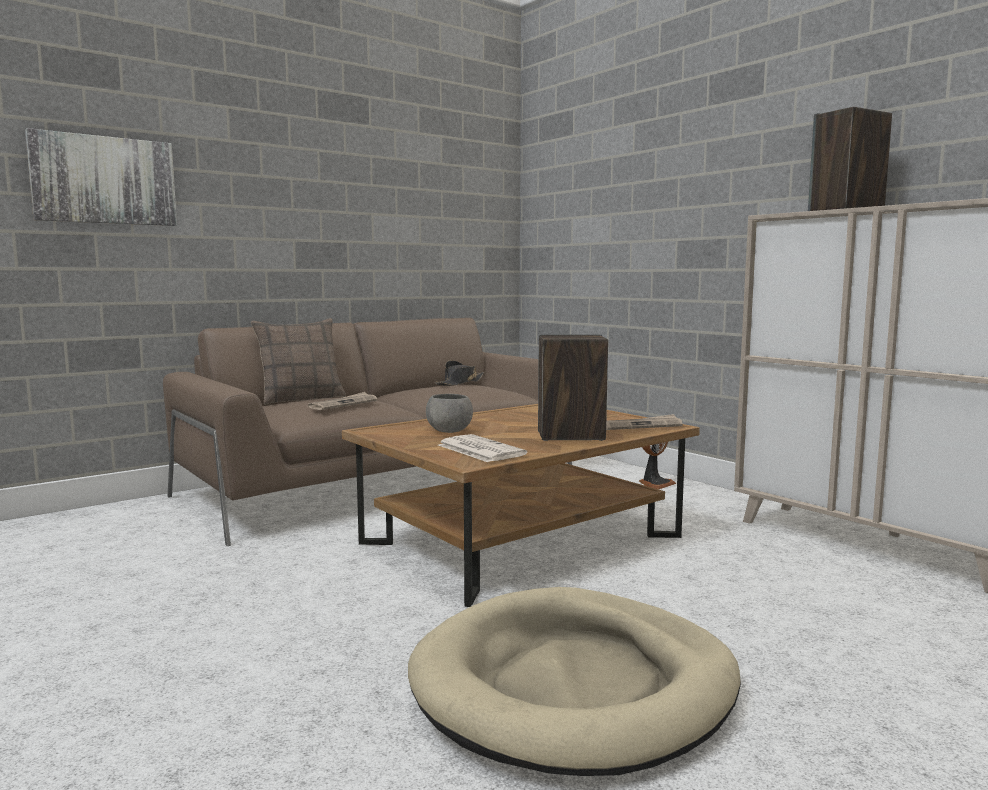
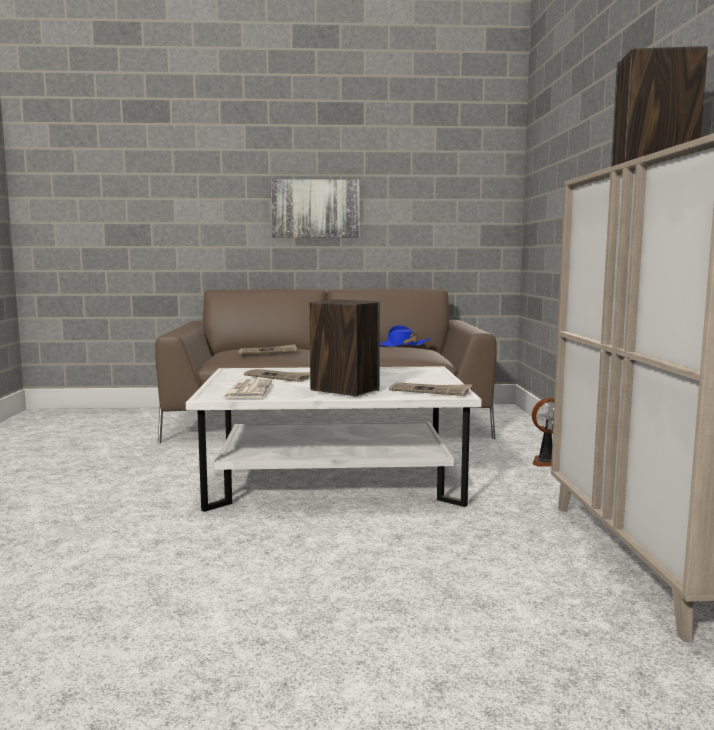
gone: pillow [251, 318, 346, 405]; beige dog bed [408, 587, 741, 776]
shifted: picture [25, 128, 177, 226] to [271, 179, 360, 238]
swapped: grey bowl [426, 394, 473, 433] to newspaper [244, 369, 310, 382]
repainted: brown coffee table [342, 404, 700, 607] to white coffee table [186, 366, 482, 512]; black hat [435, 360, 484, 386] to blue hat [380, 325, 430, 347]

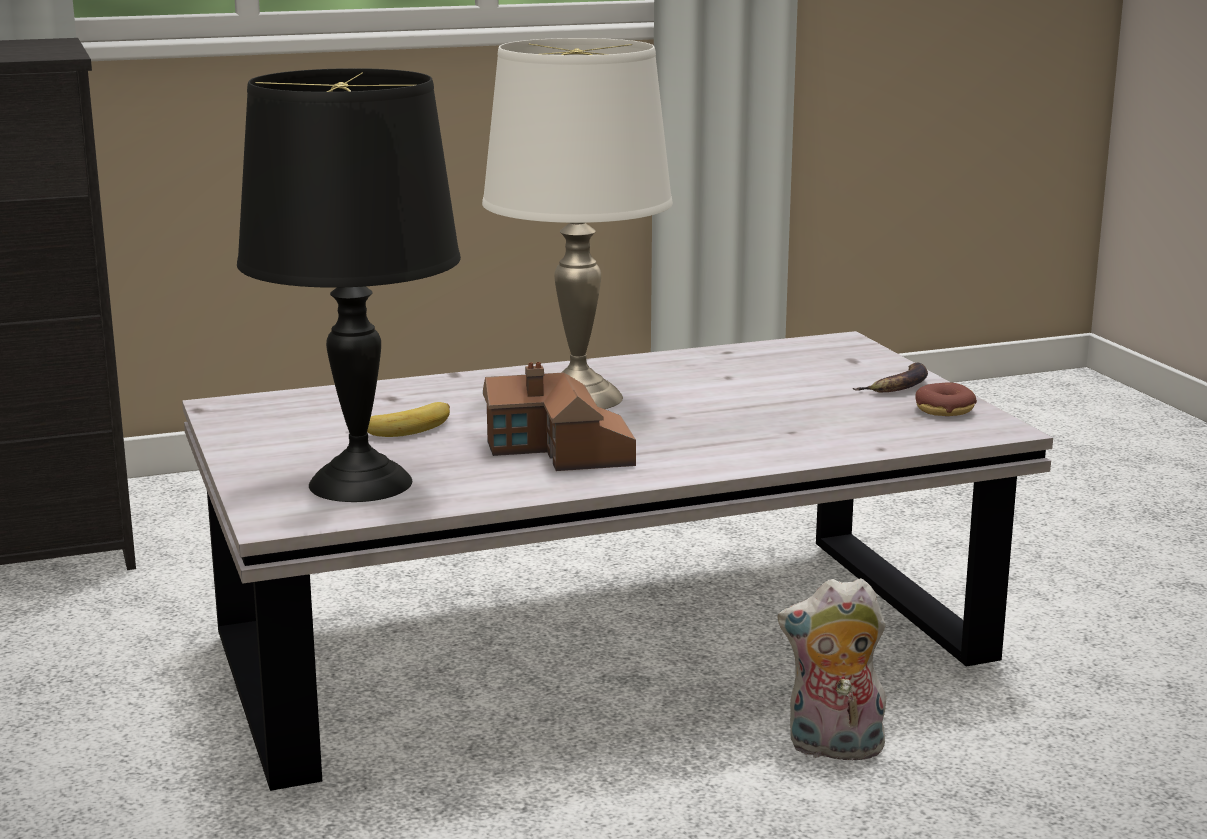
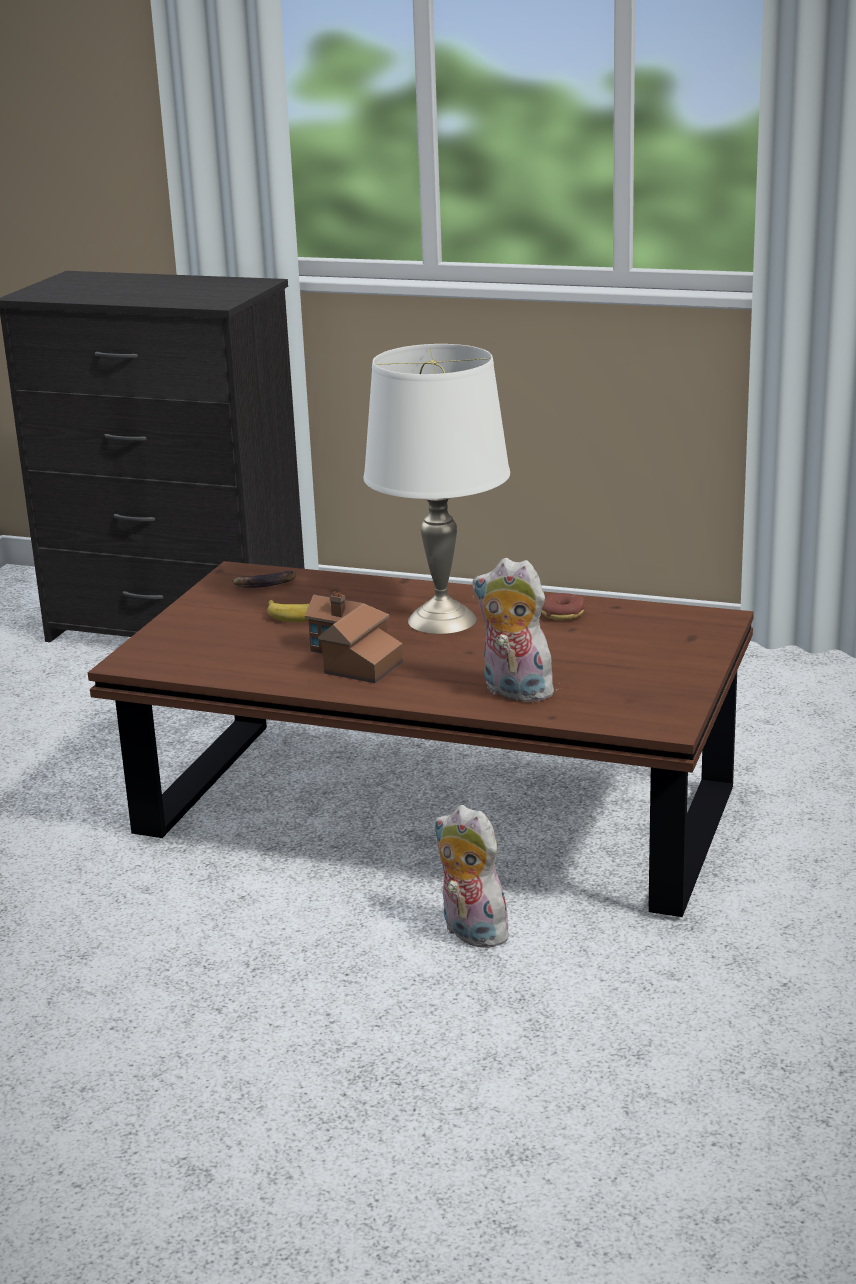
gone: black table lamp [237, 68, 461, 502]
new: plush toy [473, 558, 557, 702]
shifted: banana [853, 363, 928, 392] to [231, 571, 296, 588]; donut [915, 382, 977, 416] to [541, 593, 586, 620]
repainted: white coffee table [182, 331, 1053, 791] to brown coffee table [88, 561, 754, 917]

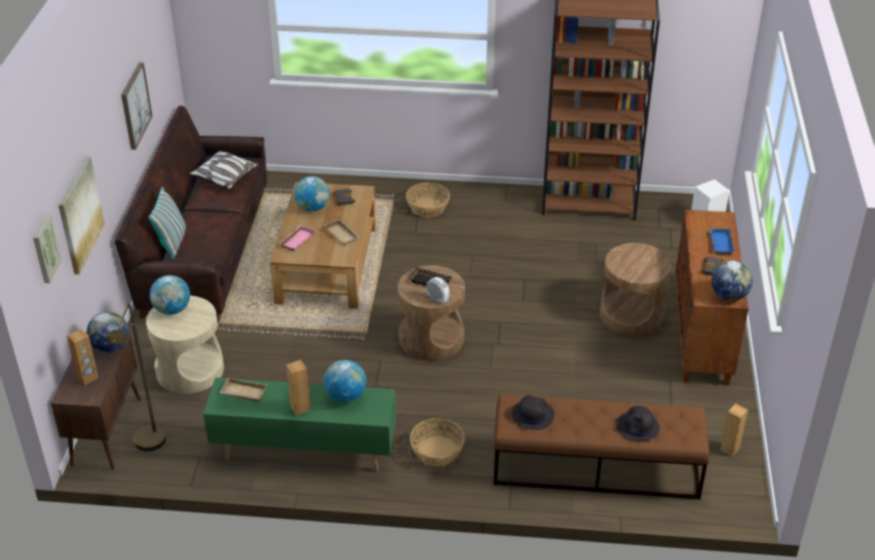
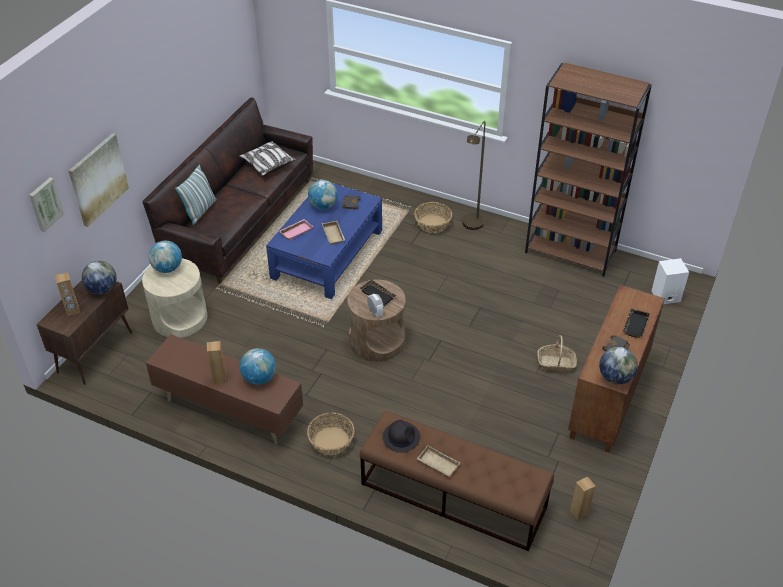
gone: picture [121, 62, 152, 150]; black hat [616, 406, 660, 441]
shifted: brown floor lamp [107, 304, 166, 451] to [462, 121, 486, 230]; beige tray [219, 377, 267, 402] to [417, 445, 460, 477]
swapped: brown side table [600, 243, 672, 336] to basket [537, 335, 577, 372]
repainted: green tv stand [203, 377, 396, 471] to brown tv stand [146, 334, 303, 444]; brown coffee table [270, 182, 376, 309] to blue coffee table [266, 183, 382, 299]; blue tray [710, 228, 735, 255] to black tray [623, 309, 650, 338]

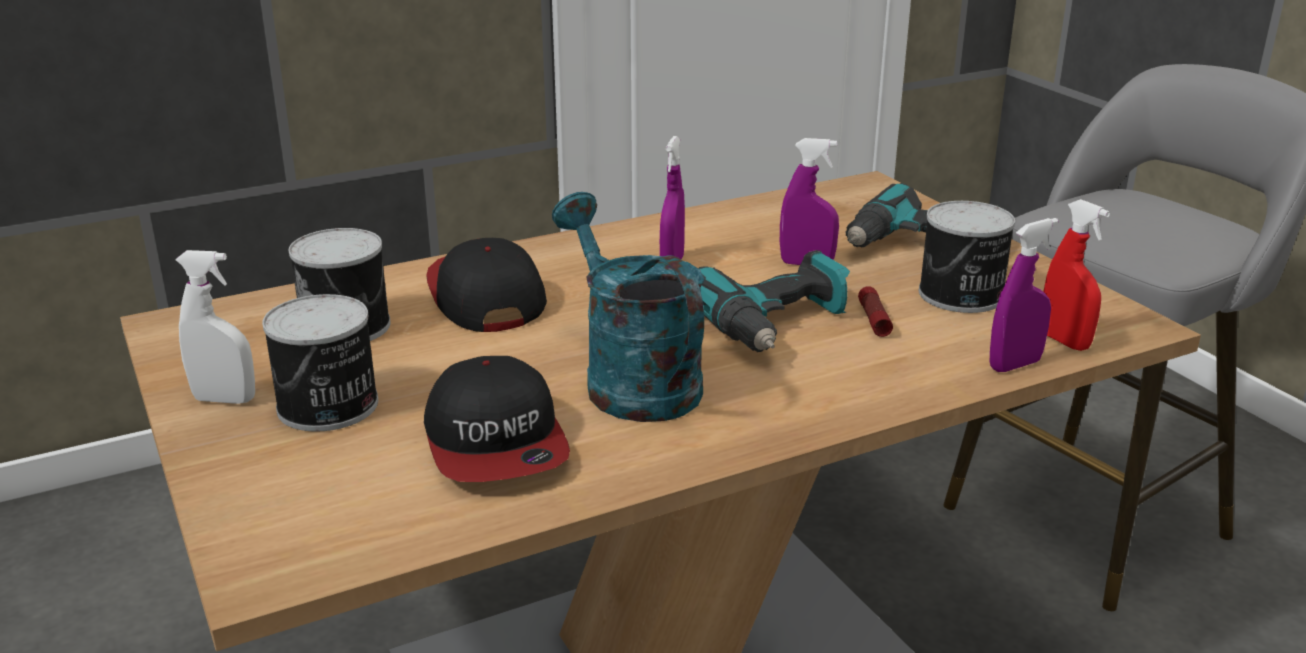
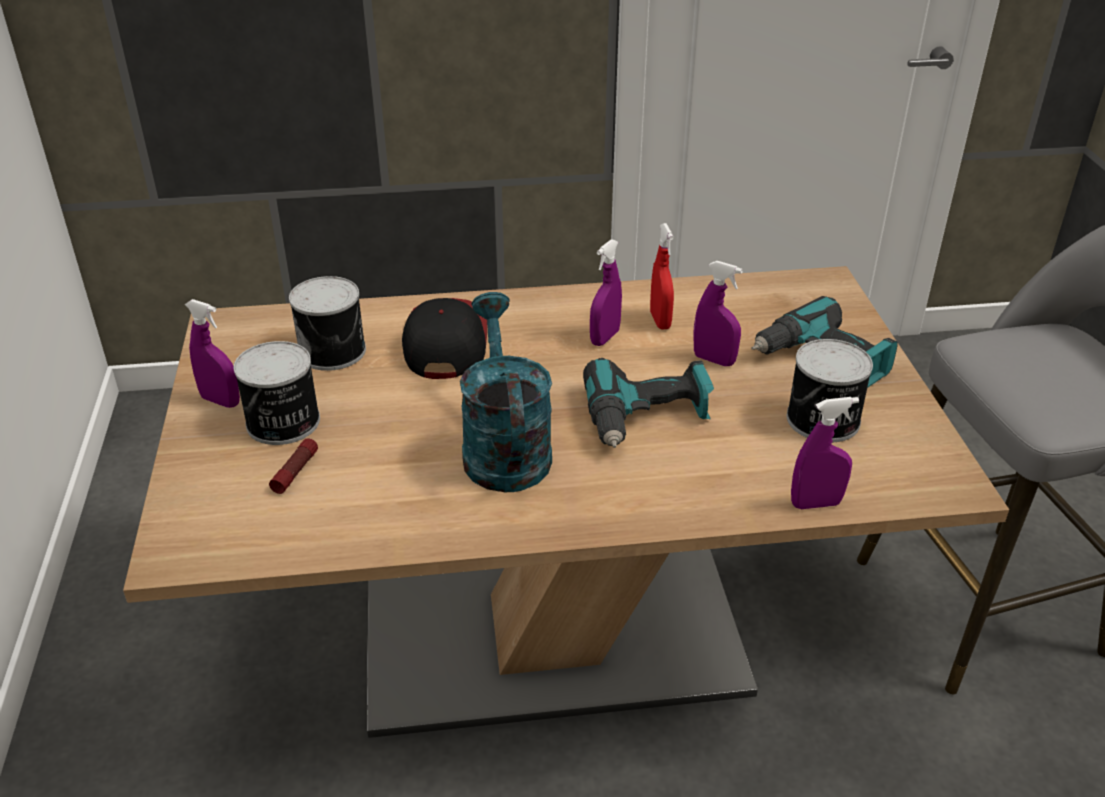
gone: cap [424, 356, 570, 482]
shifted: flashlight [858, 286, 893, 337] to [269, 439, 318, 494]; red spray bottle [1043, 199, 1110, 351] to [650, 223, 674, 330]
repainted: white spray bottle [175, 250, 255, 404] to purple spray bottle [185, 299, 240, 408]

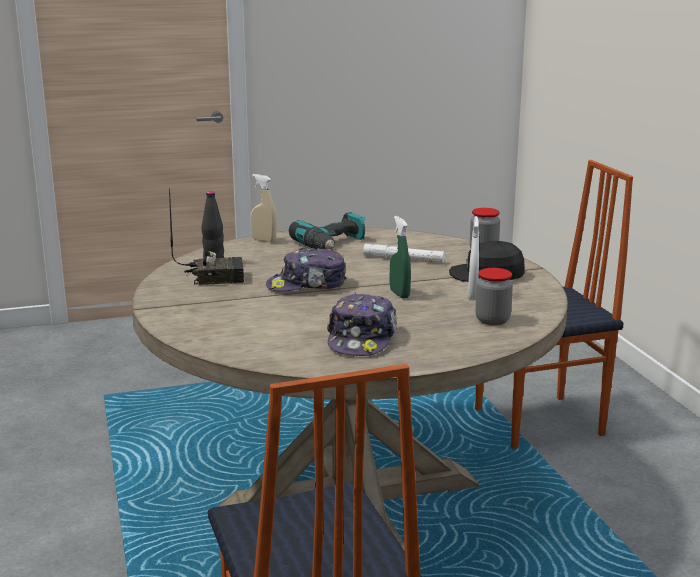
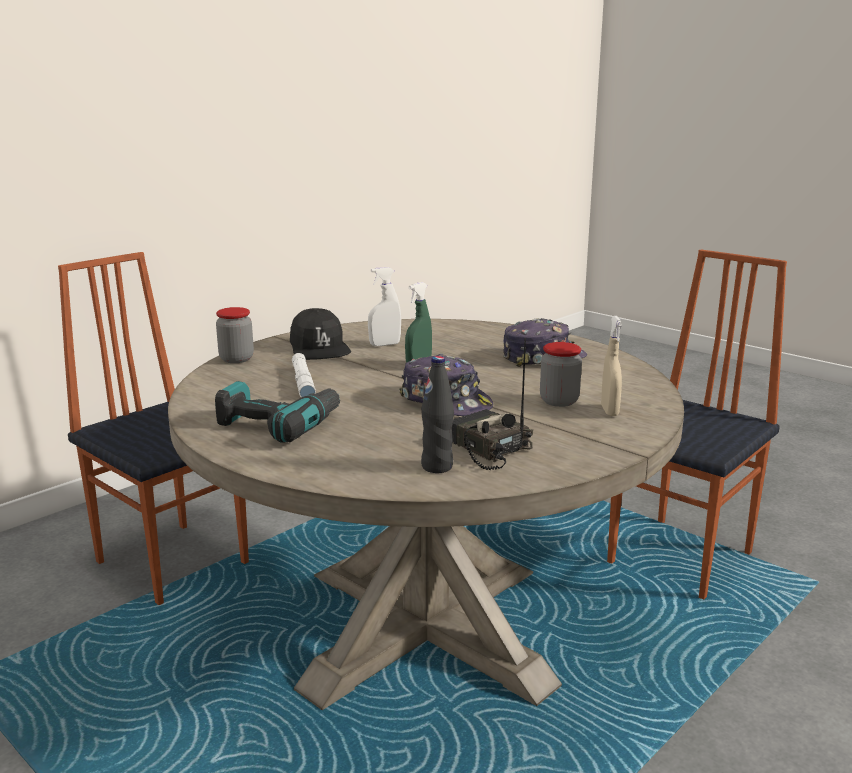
shifted: beige spray bottle [251, 174, 277, 242] to [601, 316, 622, 416]; jar [475, 268, 513, 325] to [540, 342, 582, 407]

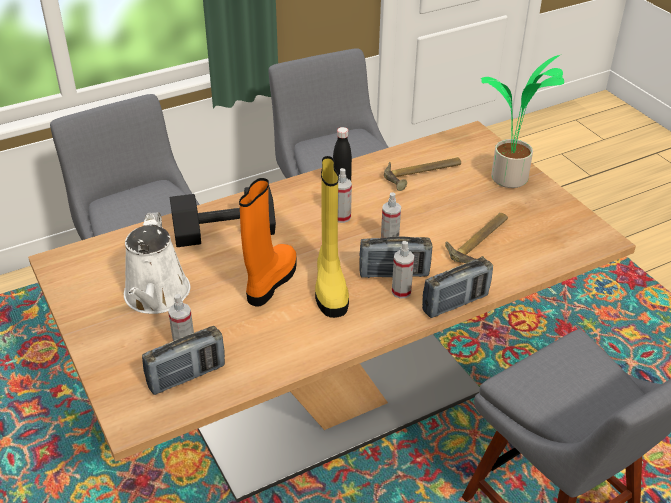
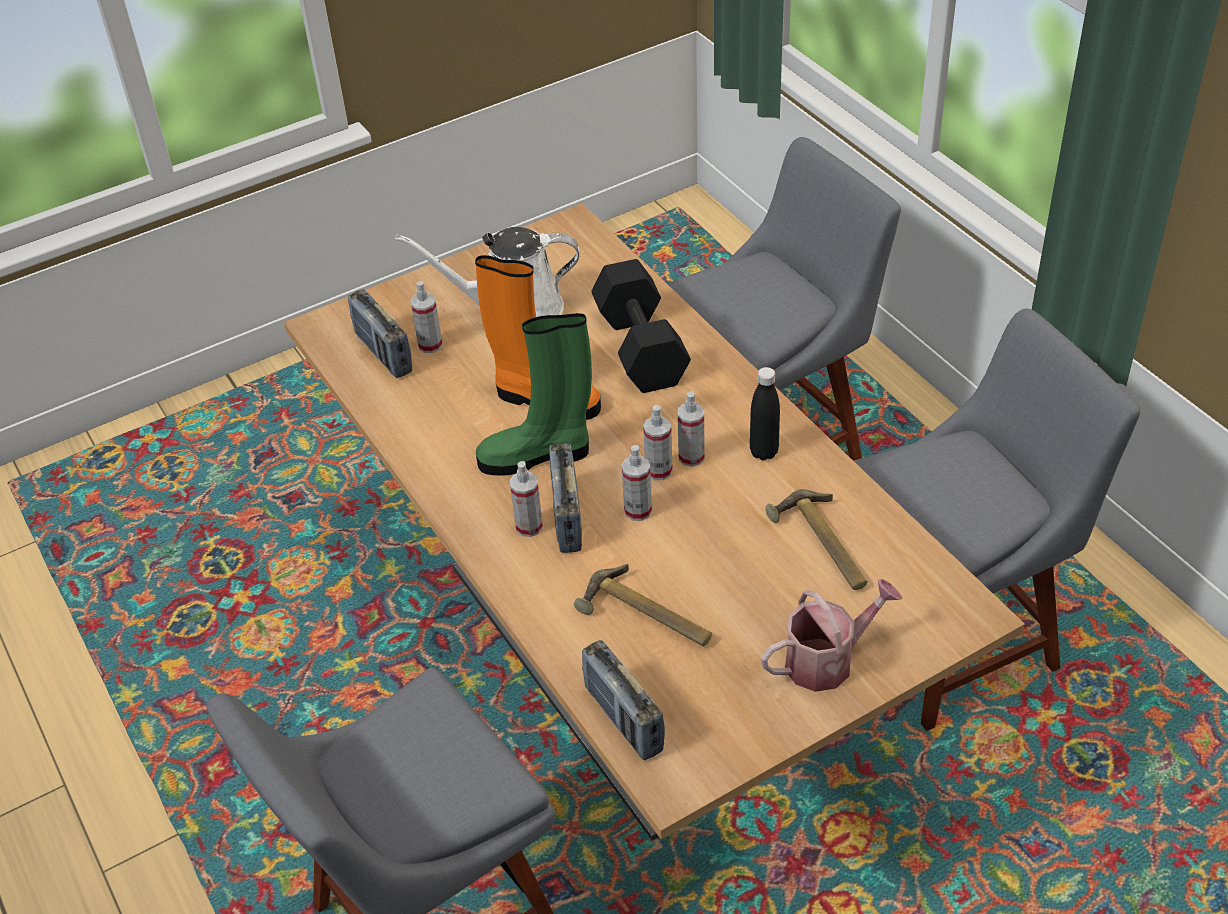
new: spray bottle [643, 405, 673, 480]
shifted: radio [422, 258, 493, 318] to [582, 640, 665, 760]
swapped: potted plant [481, 55, 564, 188] to watering can [761, 579, 903, 692]
repainted: yellow boot [315, 156, 349, 318] to green boot [476, 313, 592, 476]

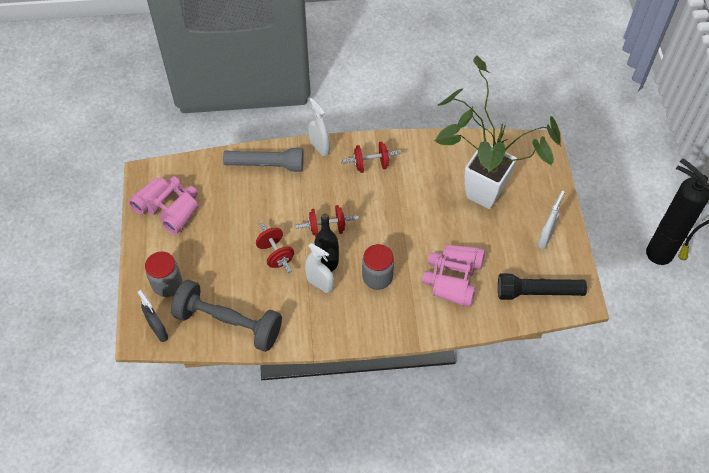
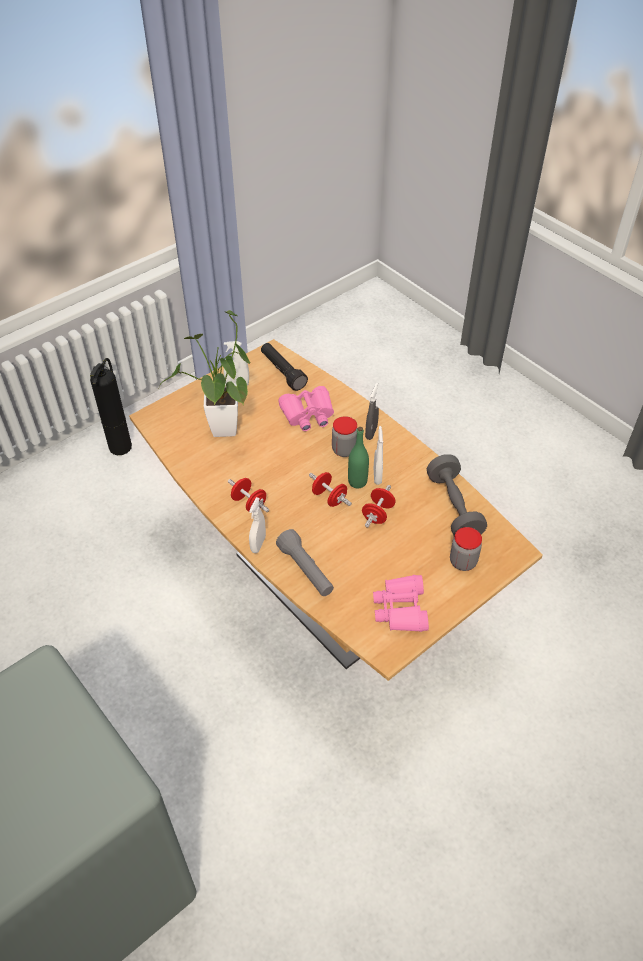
shifted: grey spray bottle [138, 290, 168, 342] to [365, 383, 379, 440]
repainted: black bottle [314, 214, 339, 272] to green bottle [348, 427, 369, 488]

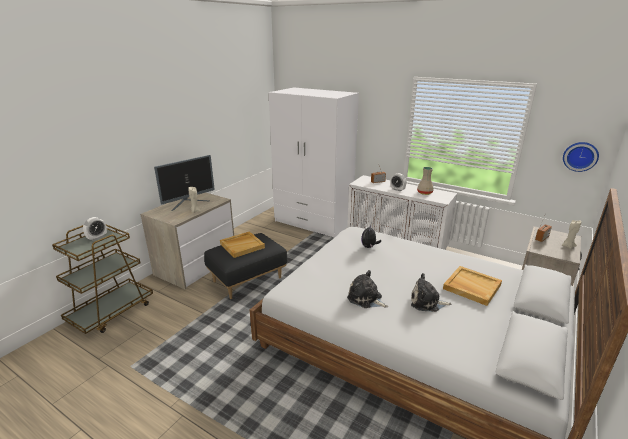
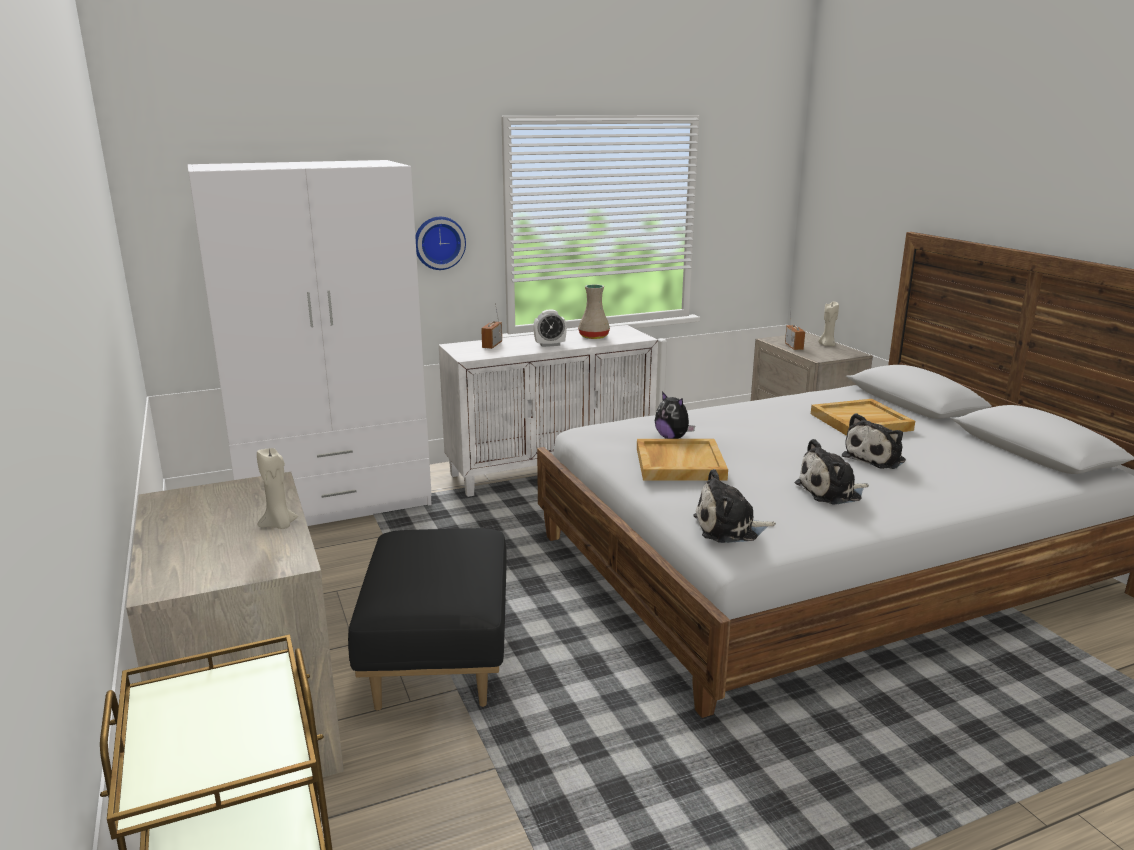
gone: alarm clock [83, 217, 107, 241]; monitor [154, 155, 215, 211]
new: plush toy [693, 469, 776, 543]
shifted: beige tray [220, 231, 265, 258] to [637, 439, 728, 481]; wall clock [563, 142, 599, 172] to [415, 217, 466, 270]

